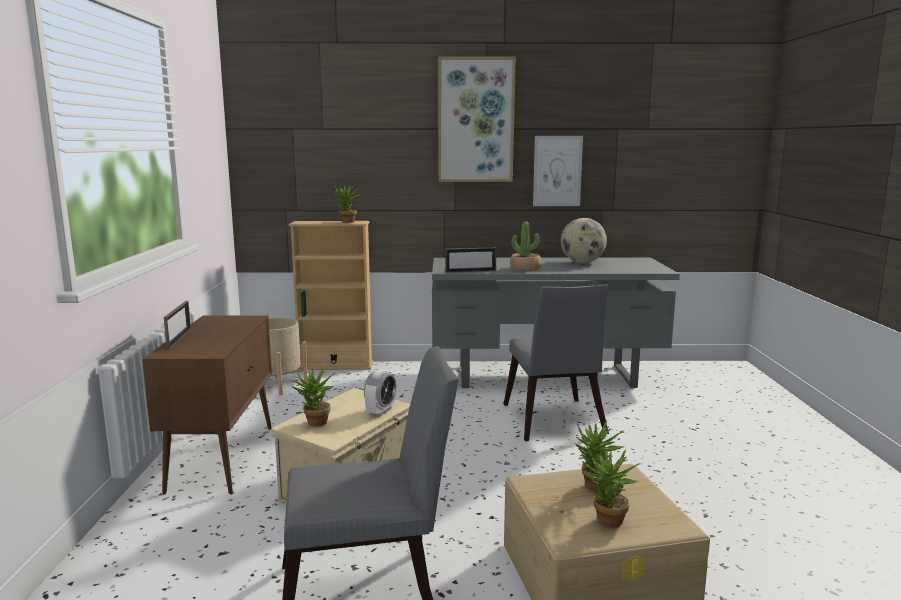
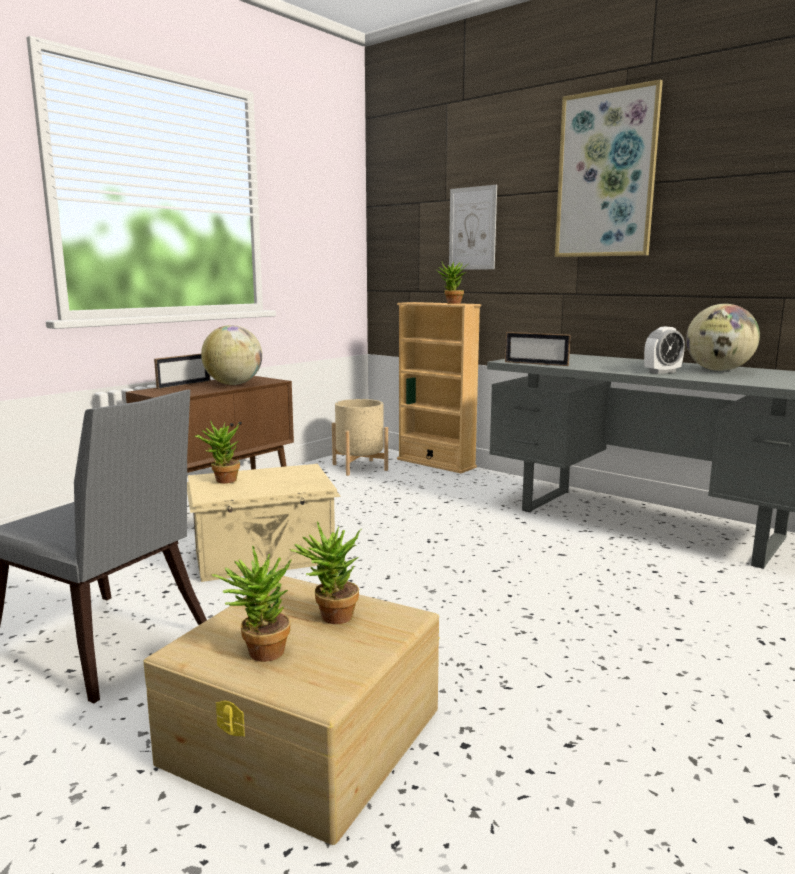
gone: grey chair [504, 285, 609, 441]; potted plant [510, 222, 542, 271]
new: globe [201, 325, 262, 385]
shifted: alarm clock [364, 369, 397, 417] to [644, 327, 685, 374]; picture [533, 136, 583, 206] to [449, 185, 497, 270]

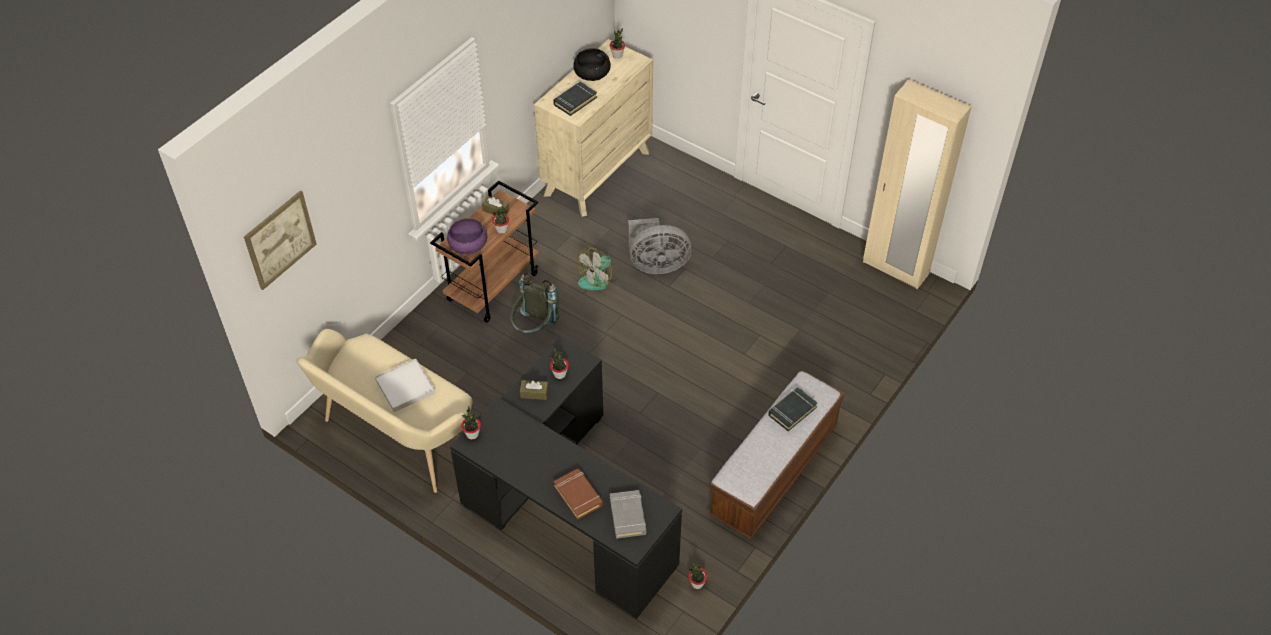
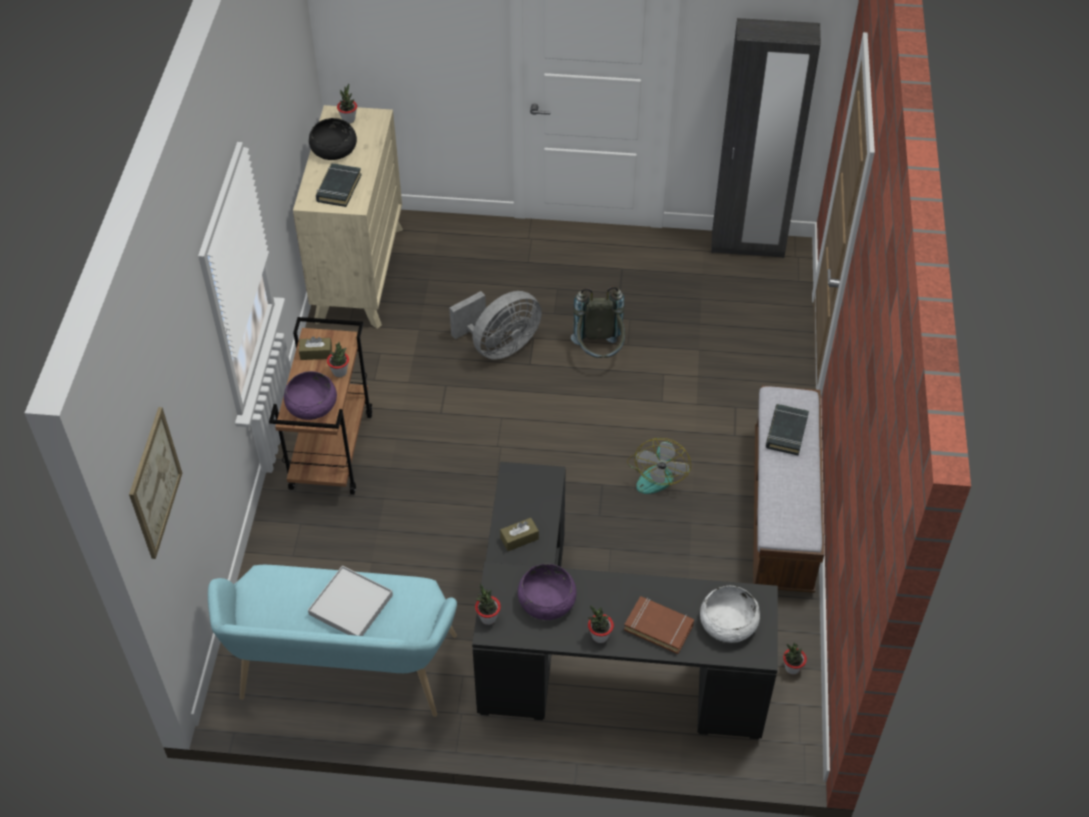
new: purple bowl [518, 564, 577, 620]
shifted: grey backpack [510, 273, 559, 334] to [571, 286, 625, 358]; potted plant [550, 347, 569, 379] to [588, 605, 614, 643]; fan [578, 248, 619, 290] to [627, 438, 691, 494]
swapped: grey book [610, 490, 646, 539] to white bowl [700, 586, 760, 643]
repainted: beige bench [297, 329, 472, 493] to turquoise bench [208, 565, 457, 717]; beige wardrobe [863, 79, 972, 289] to black wardrobe [711, 18, 821, 258]

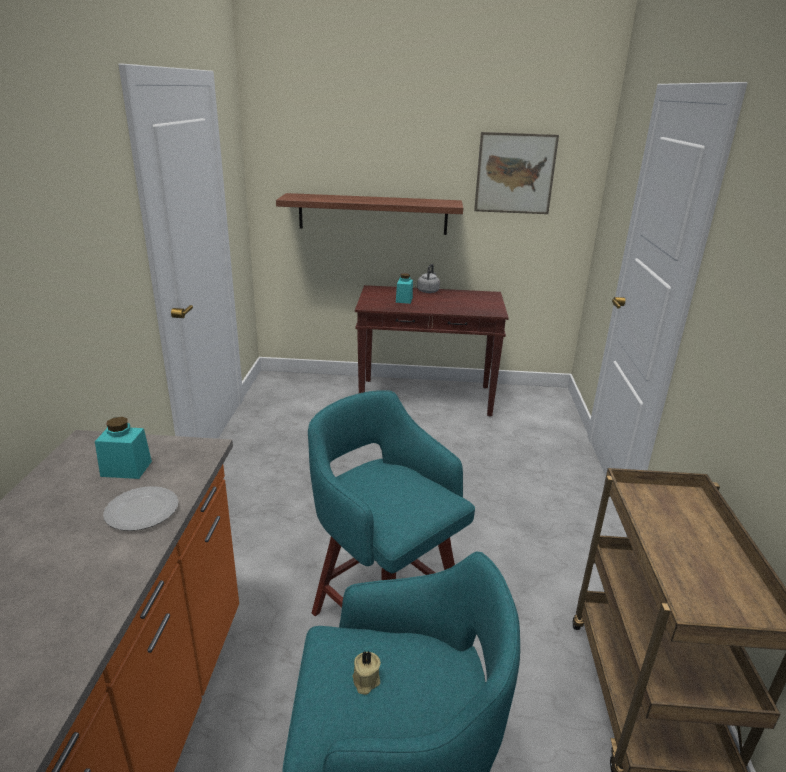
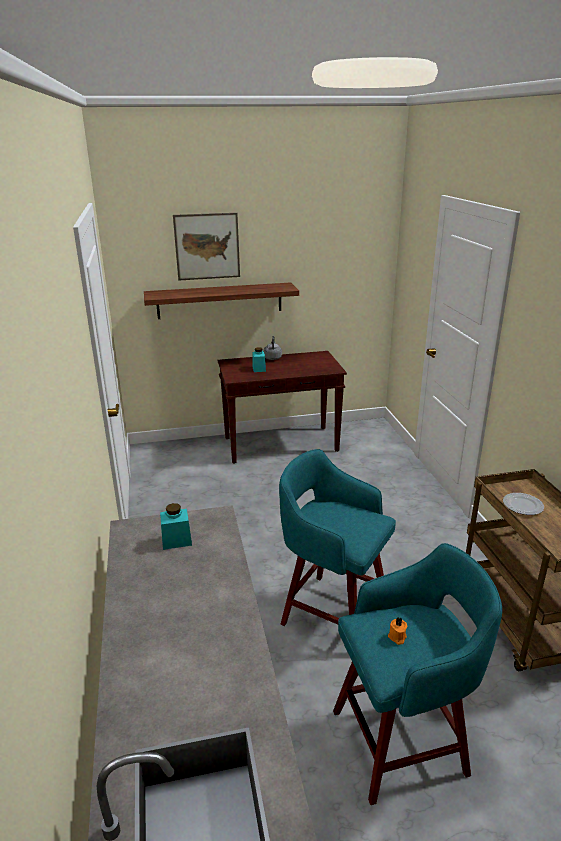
shifted: plate [103, 486, 178, 531] to [503, 493, 544, 515]; picture [474, 132, 559, 214] to [173, 213, 240, 281]
repainted: beige candle [352, 651, 381, 695] to orange candle [388, 617, 407, 645]

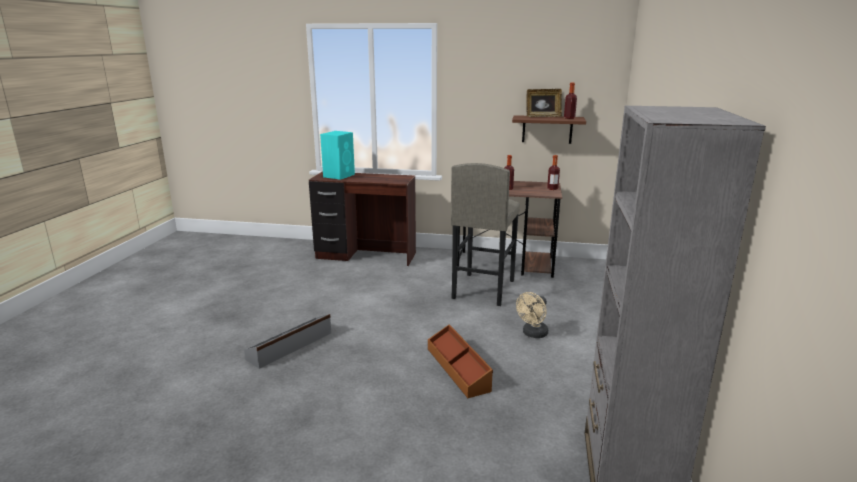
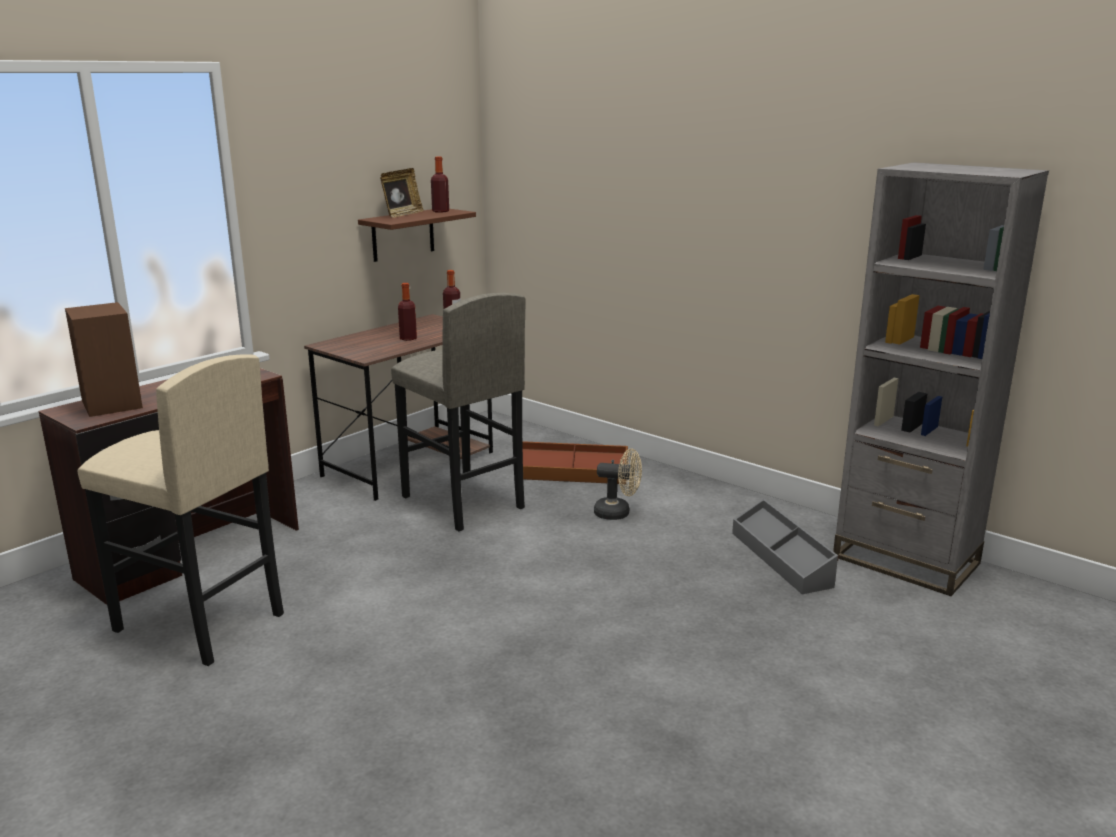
new: beige stool [78, 354, 284, 666]
shifted: grey storage box [244, 314, 331, 369] to [732, 499, 839, 594]; brown storage box [428, 324, 493, 398] to [522, 441, 628, 484]
repainted: turquoise speaker [320, 131, 355, 180] to brown speaker [65, 302, 143, 417]
rotated: beige fan [516, 292, 548, 338] = [594, 449, 642, 520] 60 degrees counterclockwise

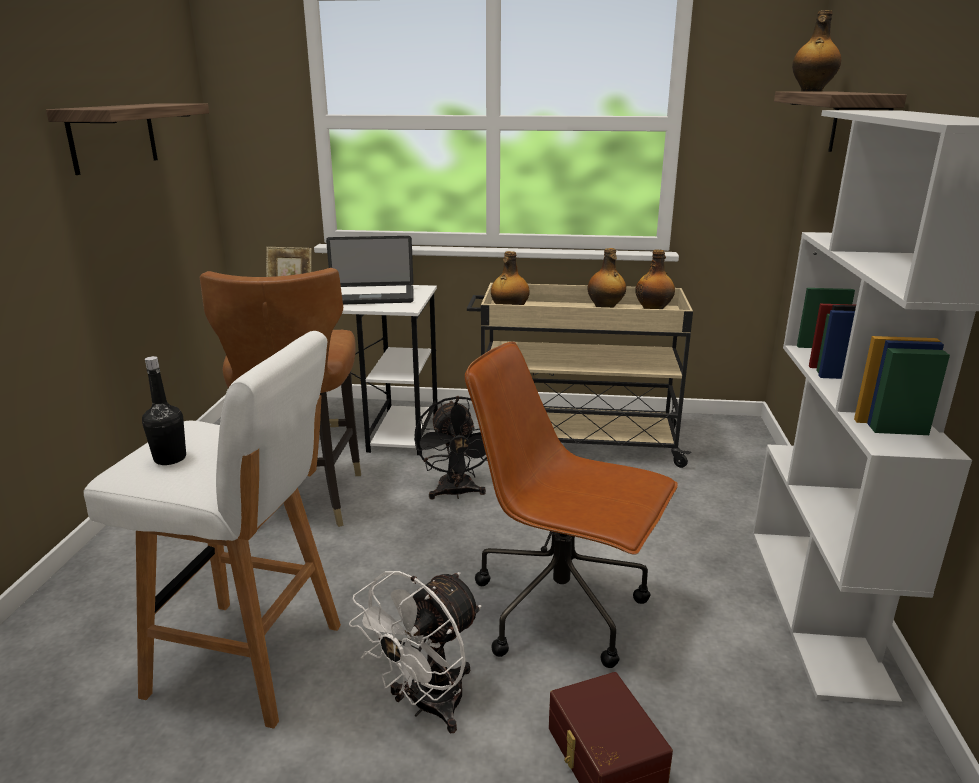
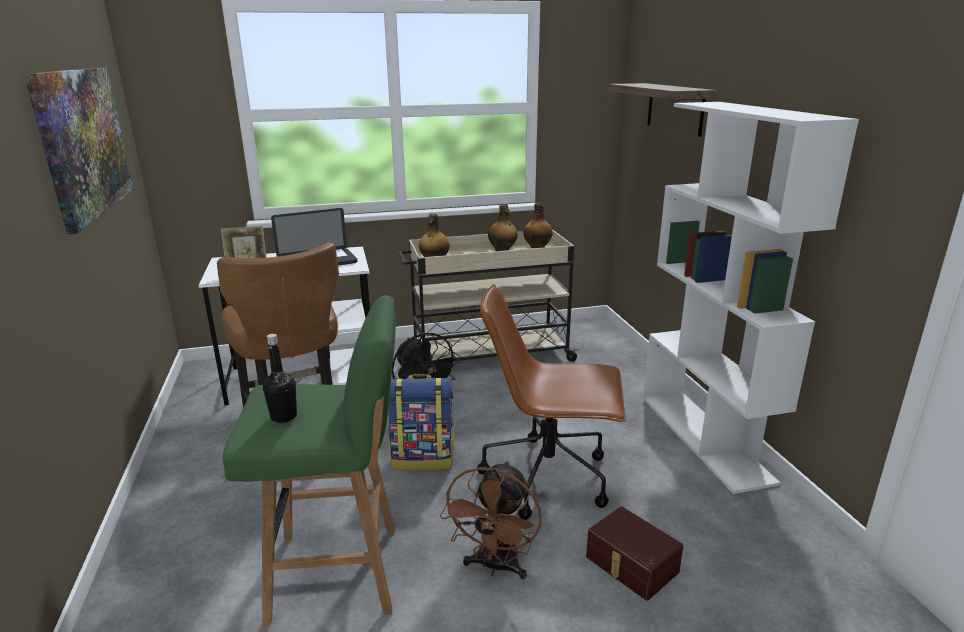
gone: bottle [792, 10, 841, 91]
new: backpack [388, 374, 454, 471]
swapped: shelf [46, 103, 209, 175] to picture [24, 68, 134, 234]
repainted: white stool [84, 331, 341, 728] to green stool [223, 295, 396, 626]; white fan [349, 571, 482, 734] to brown fan [440, 461, 542, 580]

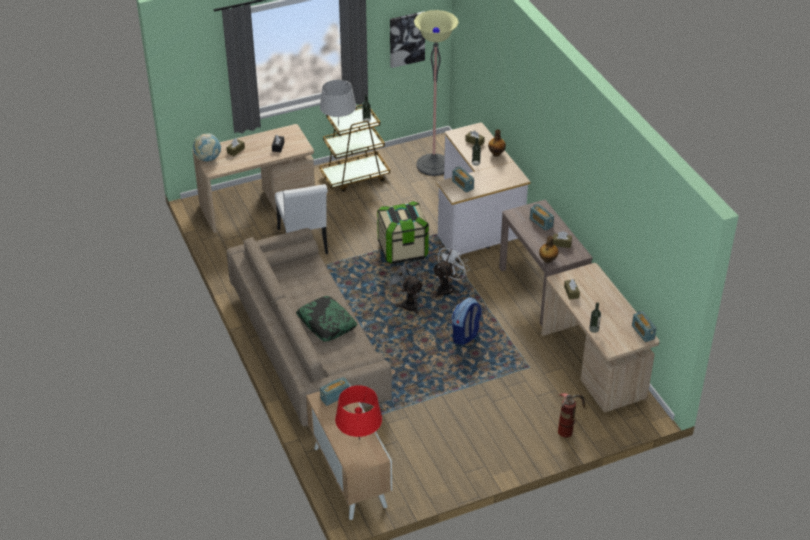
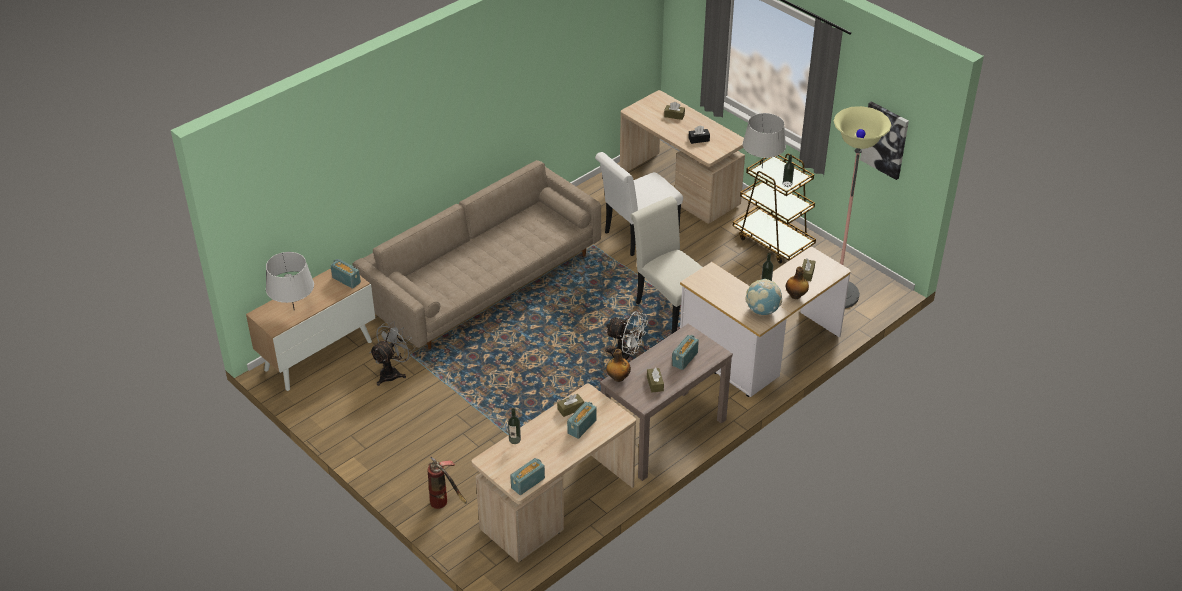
gone: pillow [296, 296, 357, 342]; backpack [451, 297, 482, 345]
shifted: globe [193, 133, 221, 161] to [746, 279, 782, 315]; grey fan [386, 259, 424, 314] to [370, 321, 415, 386]; radio [452, 166, 474, 193] to [567, 402, 597, 439]
swapped: storage box [377, 201, 429, 264] to white chair [630, 196, 703, 334]
repainted: red table lamp [335, 385, 382, 440] to grey table lamp [266, 252, 314, 309]

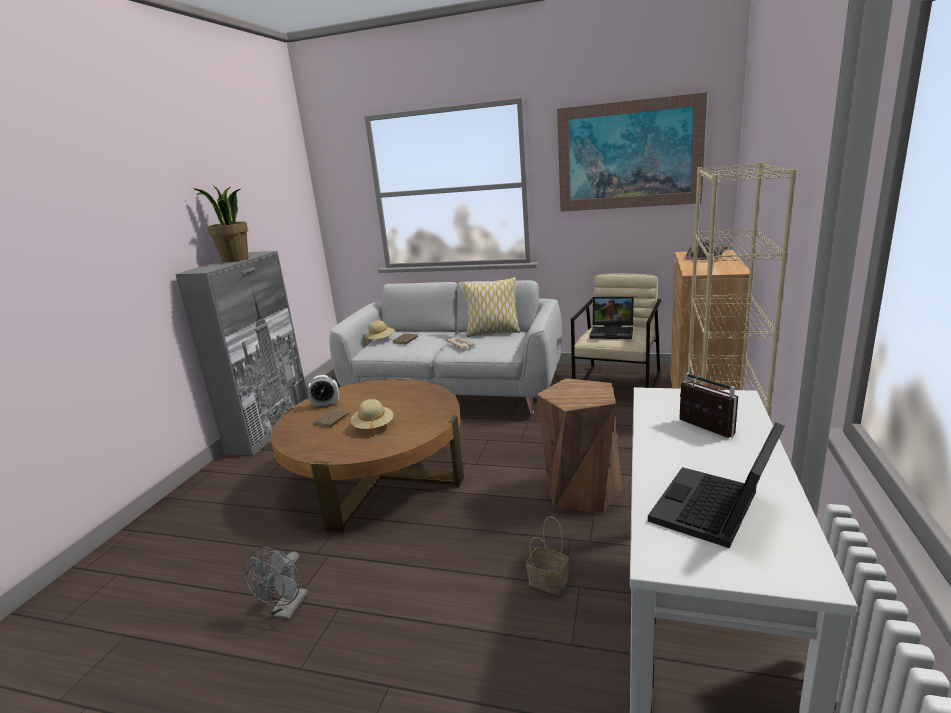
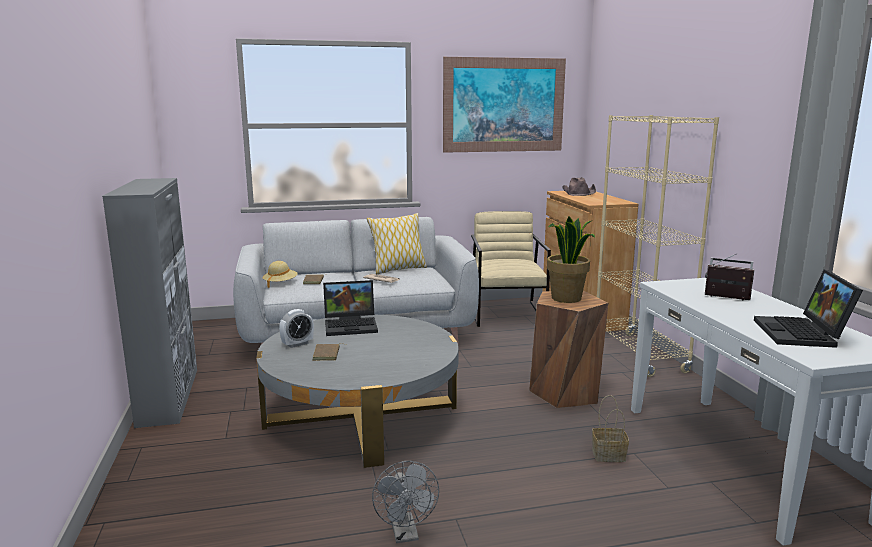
gone: beige hat [351, 399, 393, 437]
shifted: potted plant [193, 185, 249, 262] to [547, 217, 595, 303]; laptop [590, 297, 634, 339] to [323, 280, 378, 336]
repainted: brown coffee table [270, 379, 464, 533] to grey coffee table [256, 315, 459, 468]

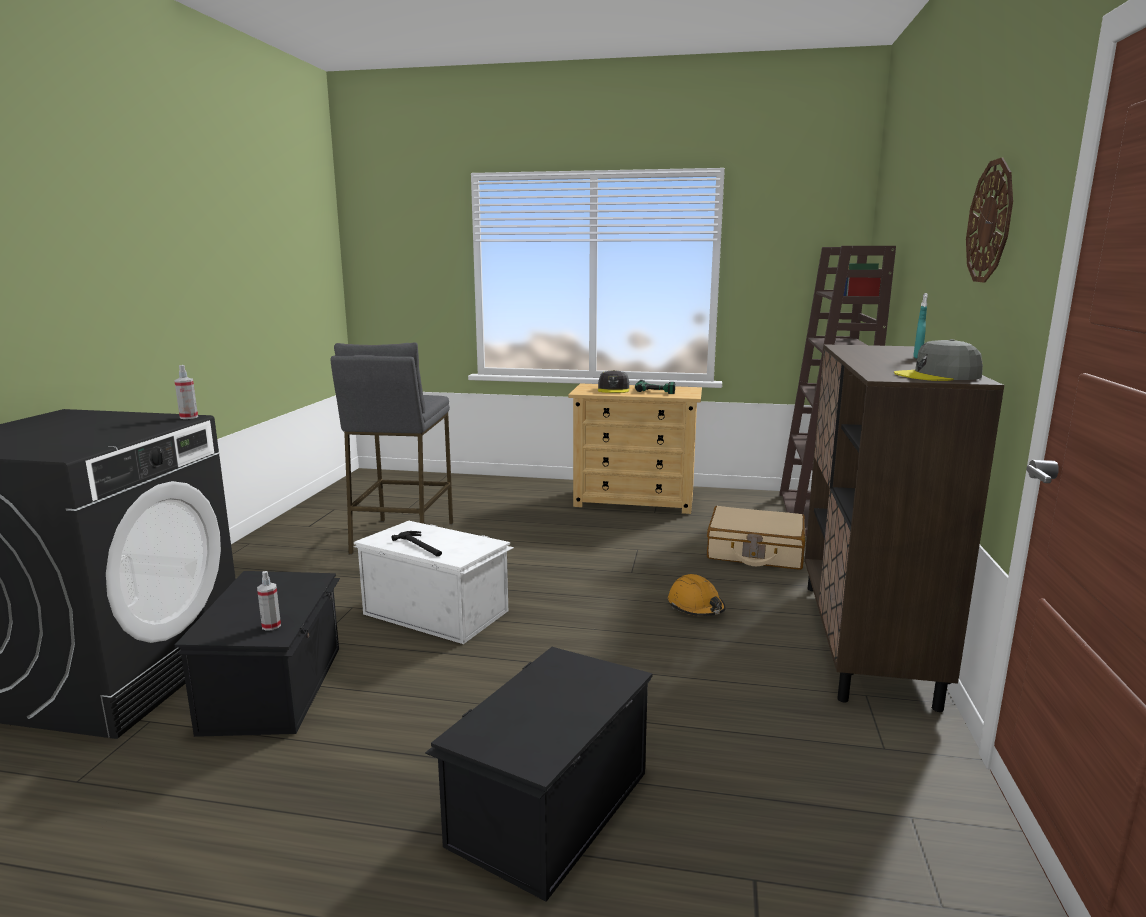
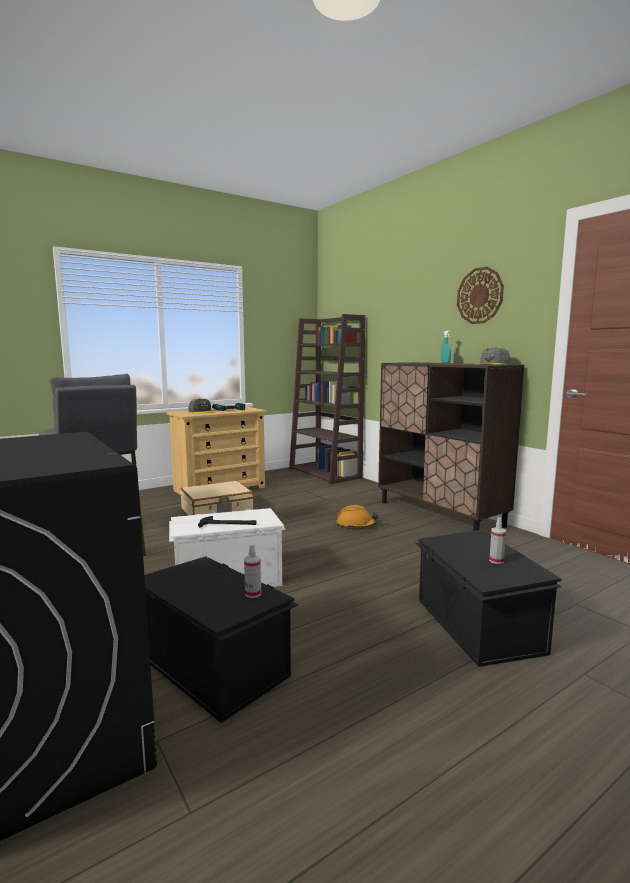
shifted: spray bottle [174, 365, 198, 419] to [489, 517, 506, 564]; beige suitcase [707, 506, 805, 570] to [180, 481, 254, 516]

